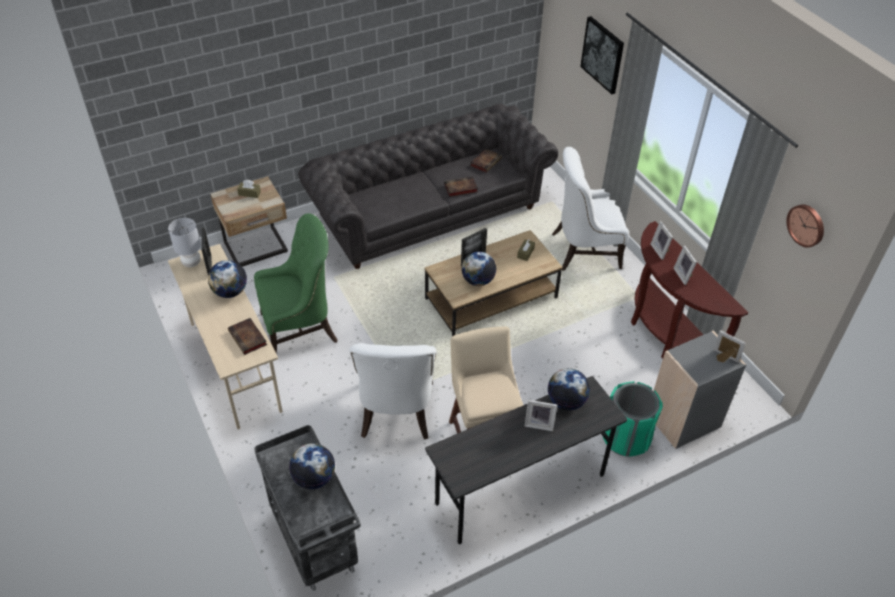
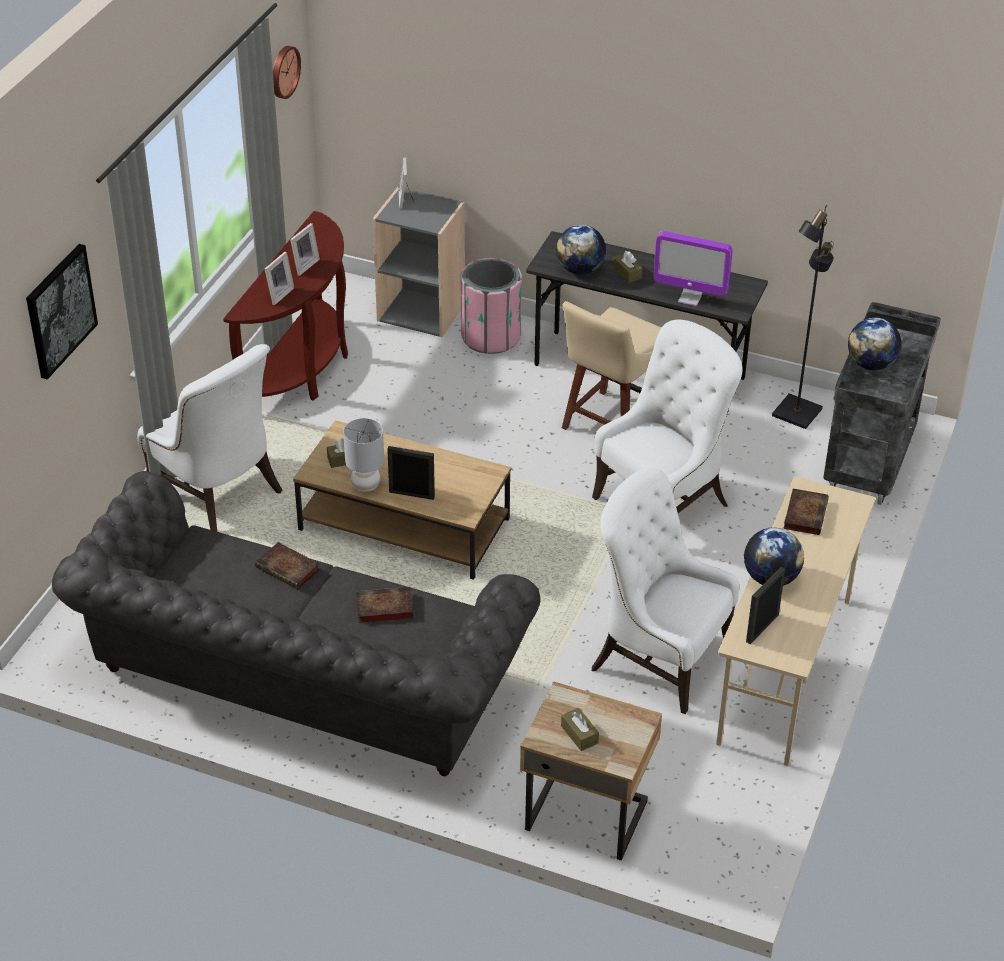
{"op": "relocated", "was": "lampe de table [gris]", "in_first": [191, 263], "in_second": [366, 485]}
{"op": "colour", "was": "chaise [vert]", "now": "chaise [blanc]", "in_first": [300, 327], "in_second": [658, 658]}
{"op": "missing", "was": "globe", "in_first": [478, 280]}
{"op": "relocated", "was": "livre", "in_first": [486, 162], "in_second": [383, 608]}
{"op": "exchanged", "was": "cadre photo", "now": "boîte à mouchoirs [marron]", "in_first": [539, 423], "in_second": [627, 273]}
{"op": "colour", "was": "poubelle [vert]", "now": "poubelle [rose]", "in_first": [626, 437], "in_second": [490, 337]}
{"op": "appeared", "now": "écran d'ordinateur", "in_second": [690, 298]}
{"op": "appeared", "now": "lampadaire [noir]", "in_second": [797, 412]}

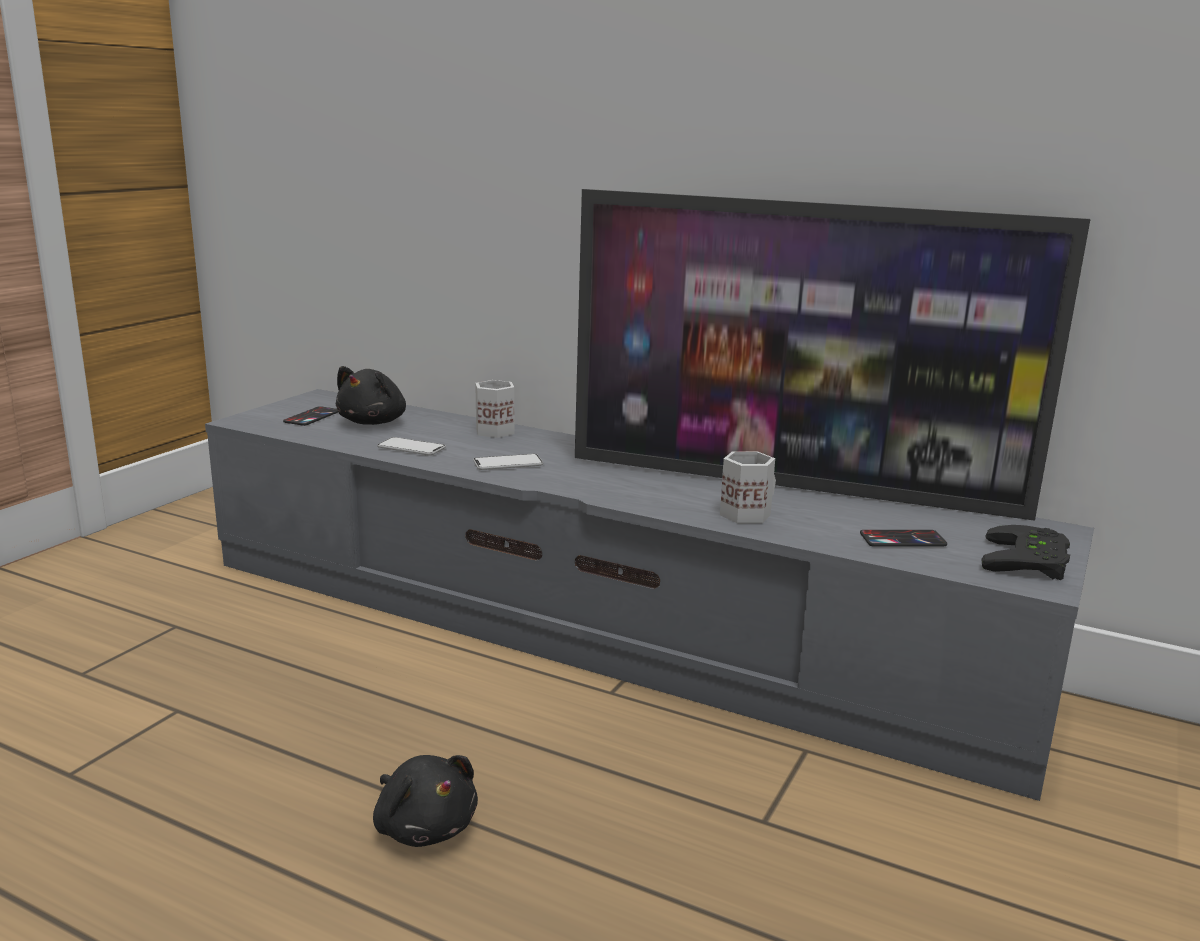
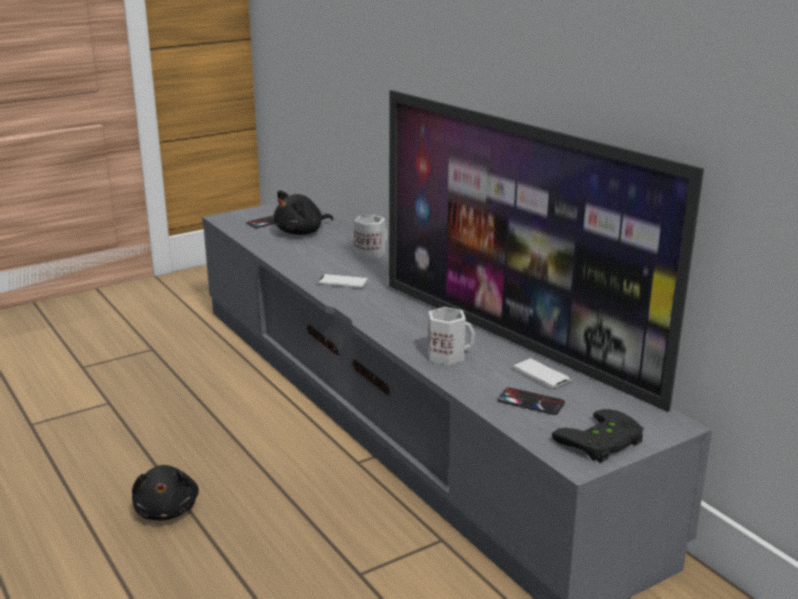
{"op": "relocated", "was": "téléphone", "in_first": [411, 448], "in_second": [541, 374]}

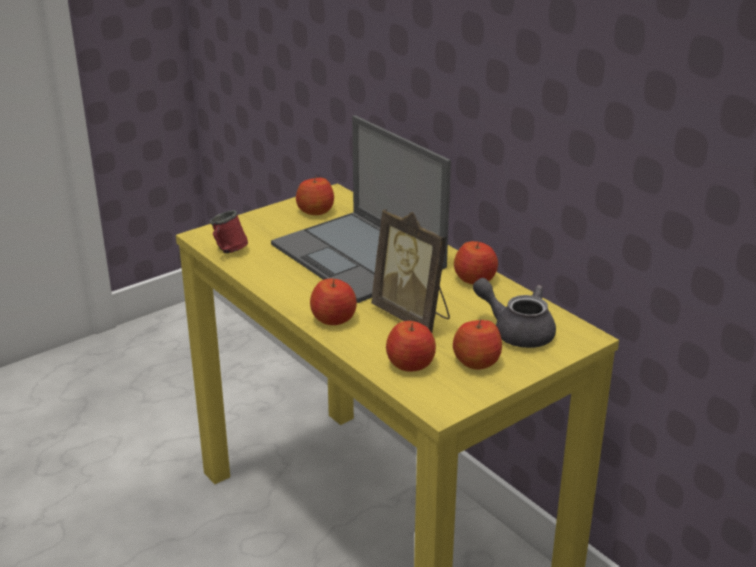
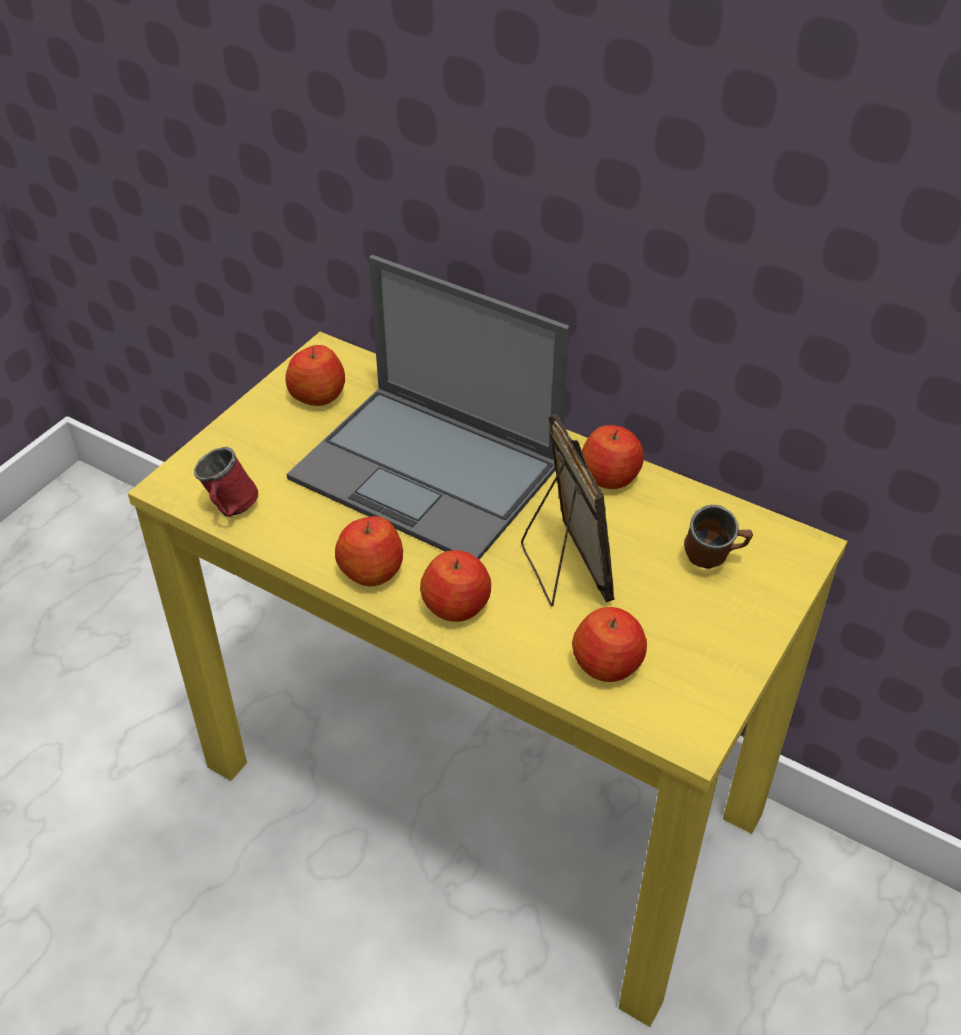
{"op": "spun", "was": "cadre photo", "in_first": [413, 316], "in_second": [563, 569], "clockwise": -135}
{"op": "relocated", "was": "pomme", "in_first": [476, 361], "in_second": [371, 570]}
{"op": "exchanged", "was": "théière [gris]", "now": "mug [marron]", "in_first": [516, 331], "in_second": [714, 561]}

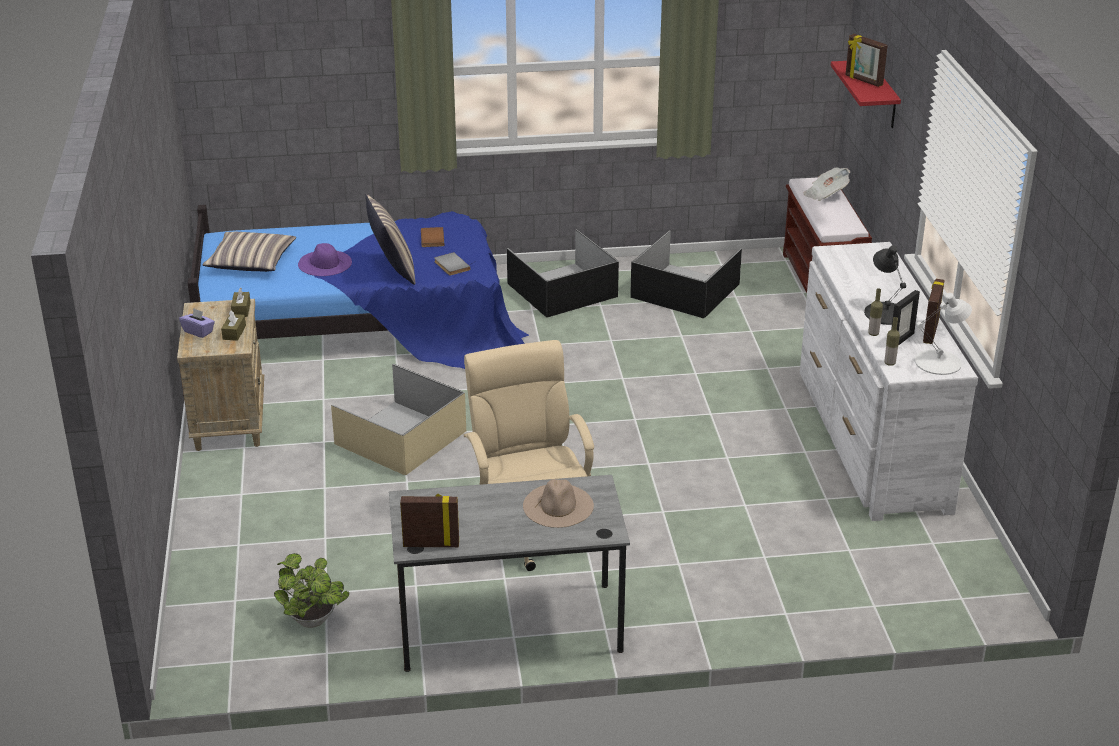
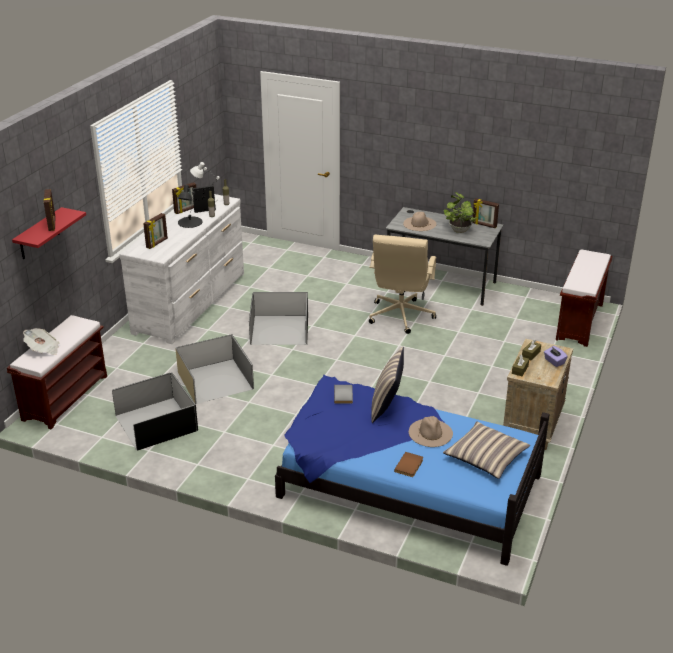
{"op": "relocated", "was": "plante en pot", "in_first": [314, 621], "in_second": [459, 229]}
{"op": "colour", "was": "chapeau [violet]", "now": "chapeau [beige]", "in_first": [324, 263], "in_second": [430, 432]}
{"op": "relocated", "was": "boîte de rangement [beige]", "in_first": [401, 436], "in_second": [214, 381]}
{"op": "relocated", "was": "livre [marron]", "in_first": [431, 239], "in_second": [410, 466]}
{"op": "relocated", "was": "boîte de rangement [noir]", "in_first": [563, 289], "in_second": [278, 329]}
{"op": "appeared", "now": "cadre photo", "in_second": [157, 243]}
{"op": "appeared", "now": "banc [marron]", "in_second": [580, 322]}

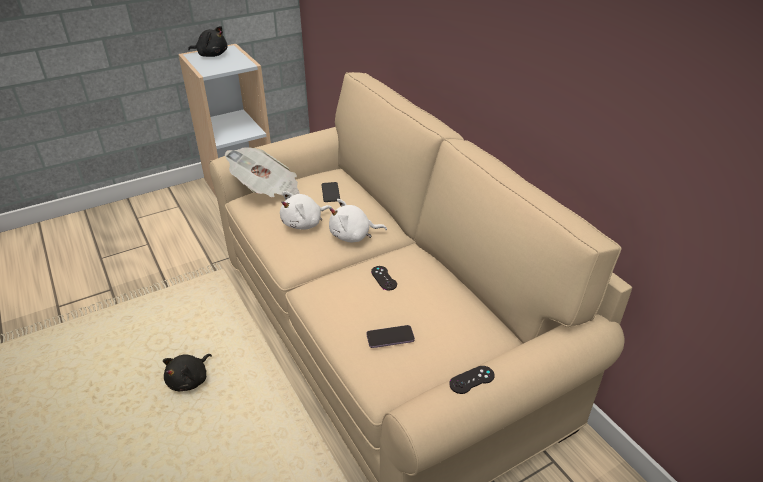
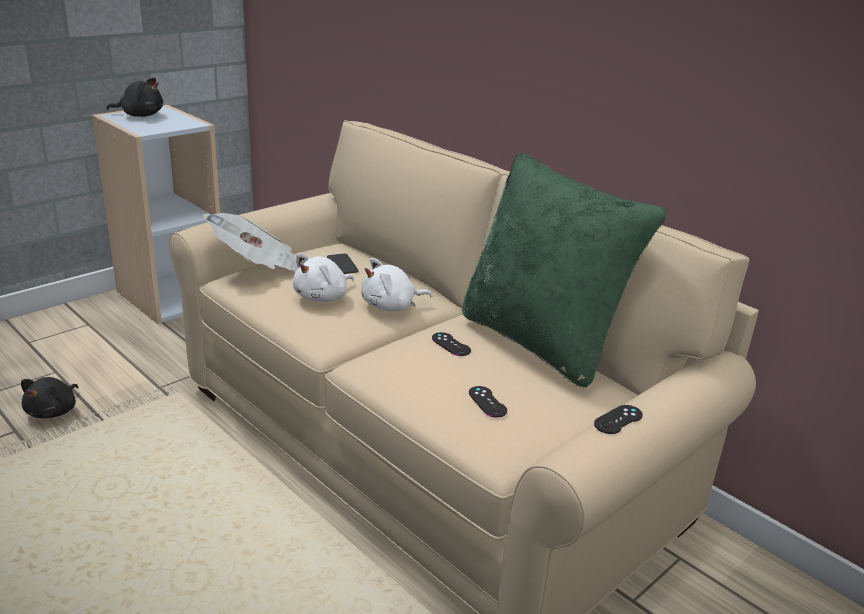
{"op": "relocated", "was": "peluche [noir]", "in_first": [190, 380], "in_second": [54, 411]}
{"op": "exchanged", "was": "téléphone", "now": "manette [noir]", "in_first": [390, 337], "in_second": [487, 402]}
{"op": "appeared", "now": "coussin [vert]", "in_second": [539, 347]}

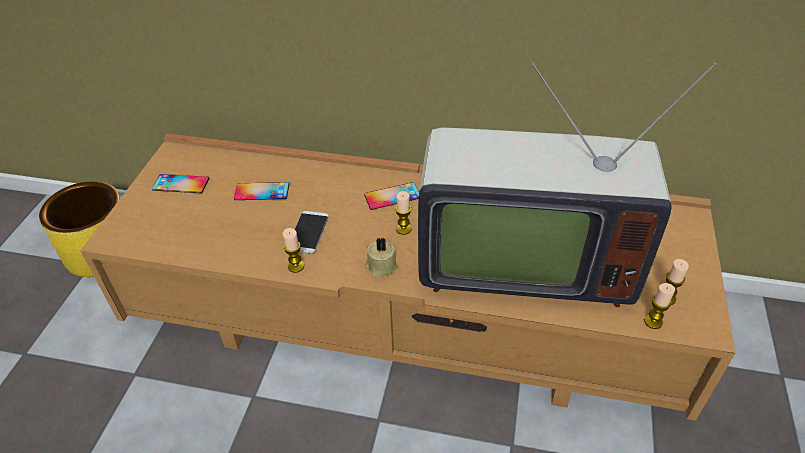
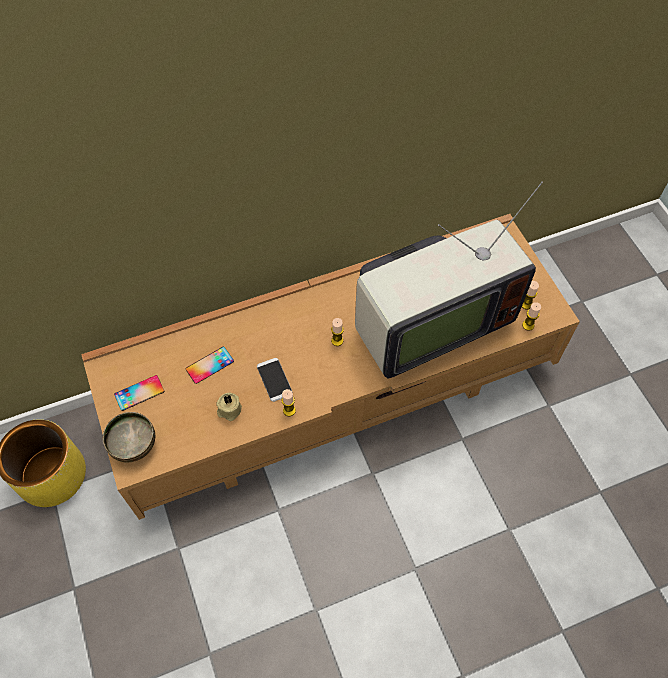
{"op": "missing", "was": "téléphone", "in_first": [392, 196]}
{"op": "relocated", "was": "bougie [beige]", "in_first": [380, 266], "in_second": [229, 410]}
{"op": "appeared", "now": "bol", "in_second": [134, 444]}

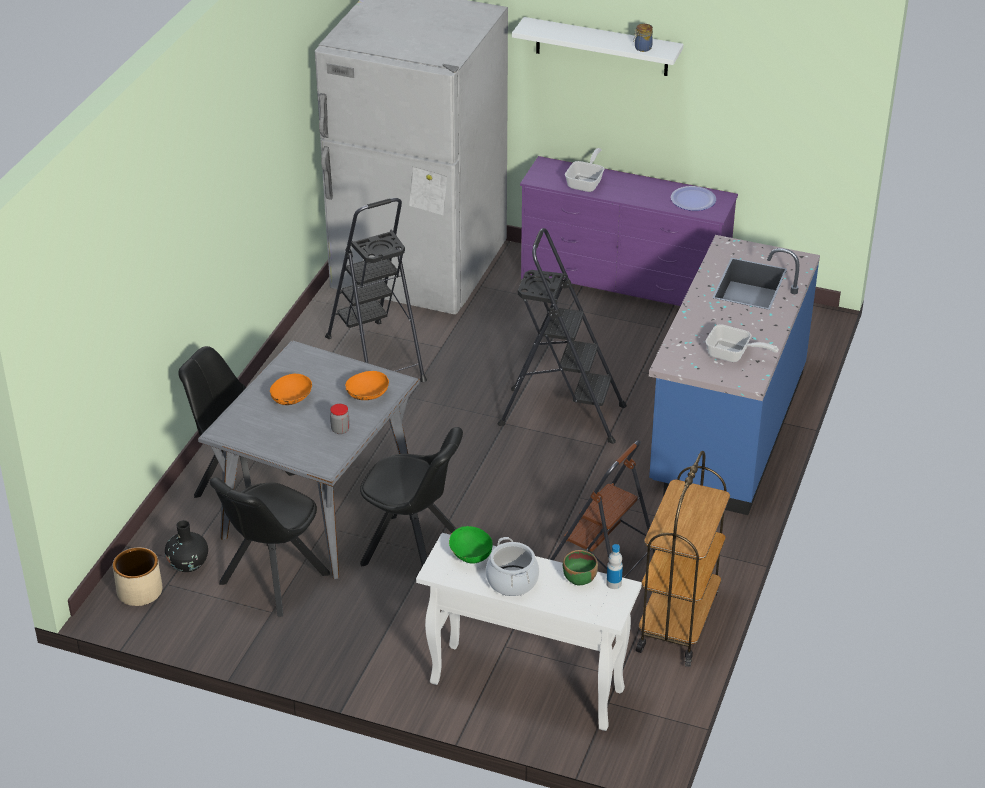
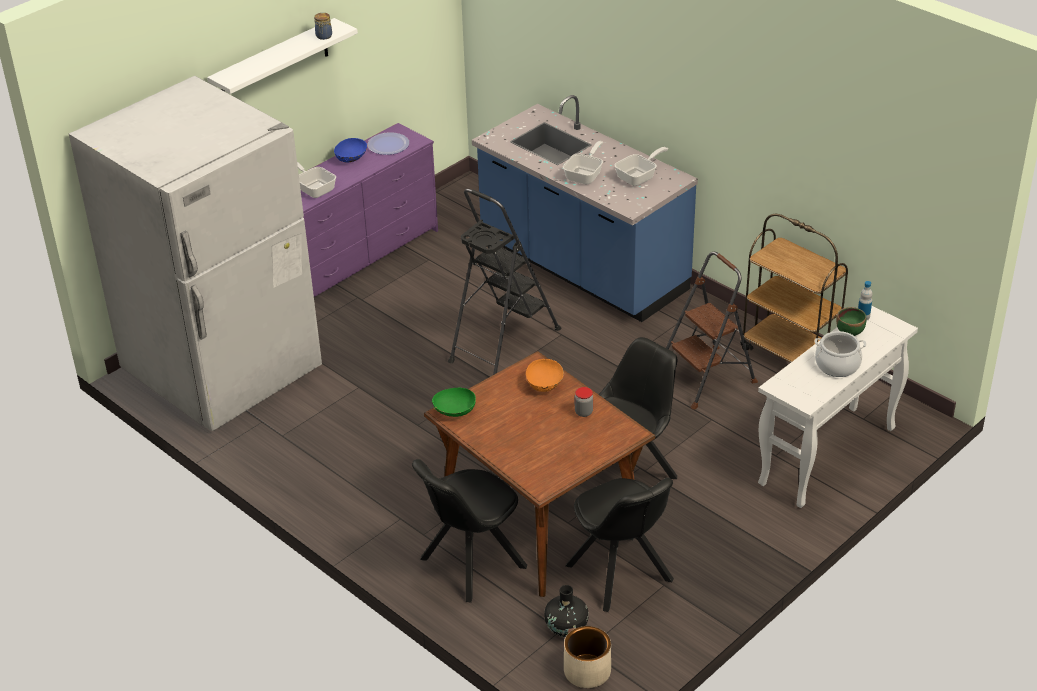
{"op": "colour", "was": "table à manger [gris]", "now": "table à manger [marron]", "in_first": [318, 510], "in_second": [541, 522]}
{"op": "missing", "was": "bol [orange]", "in_first": [292, 400]}
{"op": "missing", "was": "escabeau", "in_first": [375, 359]}
{"op": "relocated", "was": "bol [vert]", "in_first": [470, 555], "in_second": [454, 412]}
{"op": "appeared", "now": "bol [bleu]", "in_second": [351, 159]}
{"op": "appeared", "now": "poêle", "in_second": [585, 175]}

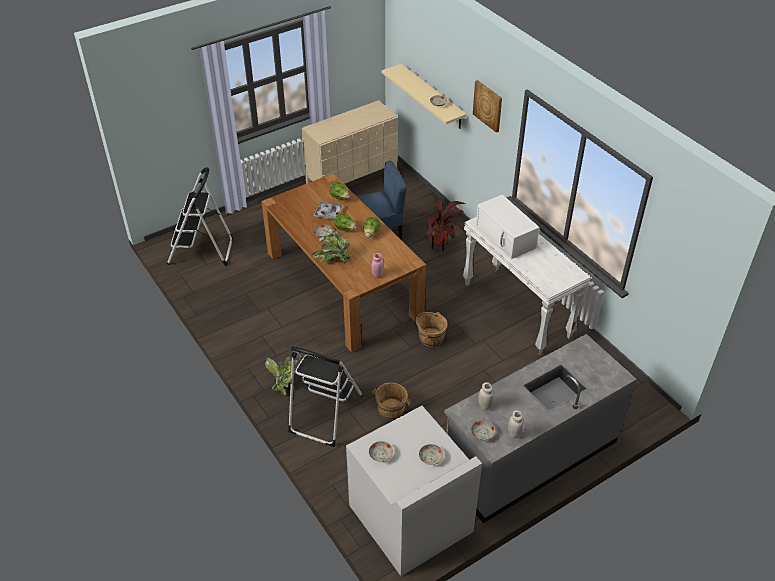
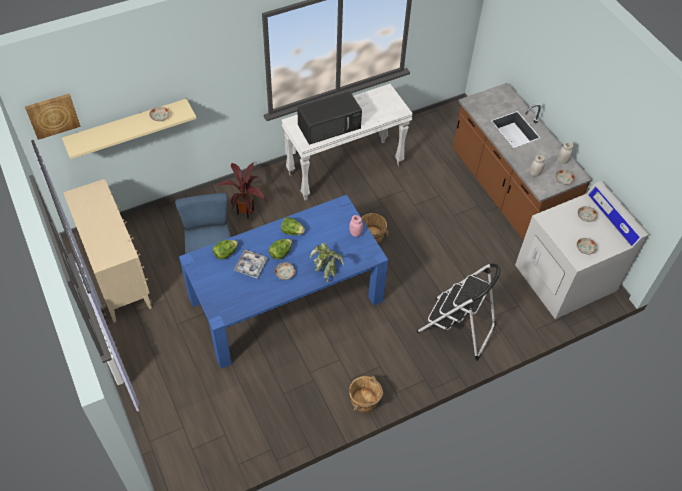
{"op": "missing", "was": "escabeau", "in_first": [202, 251]}
{"op": "colour", "was": "table à manger [marron]", "now": "table à manger [bleu]", "in_first": [343, 284], "in_second": [286, 300]}
{"op": "missing", "was": "plante en pot", "in_first": [283, 382]}
{"op": "relocated", "was": "seau [marron]", "in_first": [390, 410], "in_second": [364, 401]}
{"op": "colour", "was": "comptoir de cuisine [gris]", "now": "comptoir de cuisine [marron]", "in_first": [530, 457], "in_second": [506, 192]}
{"op": "relocated", "was": "tableau", "in_first": [488, 105], "in_second": [52, 115]}
{"op": "colour", "was": "micro-ondes [blanc]", "now": "micro-ondes [noir]", "in_first": [506, 237], "in_second": [330, 126]}

